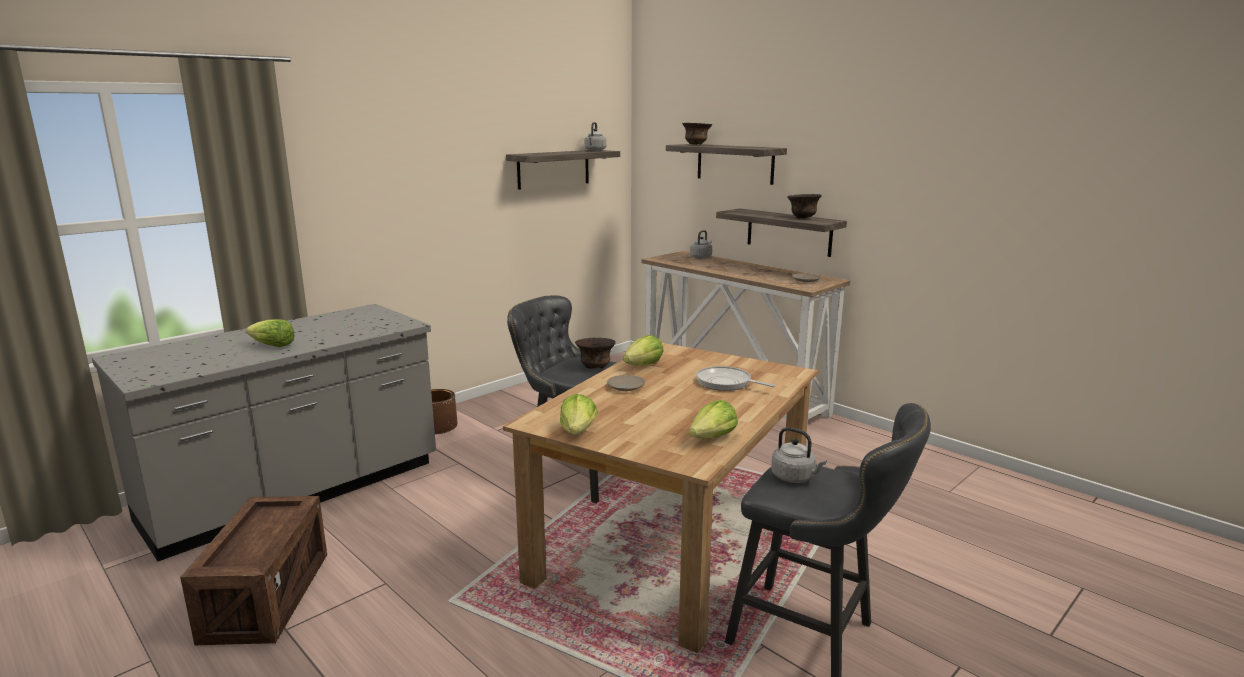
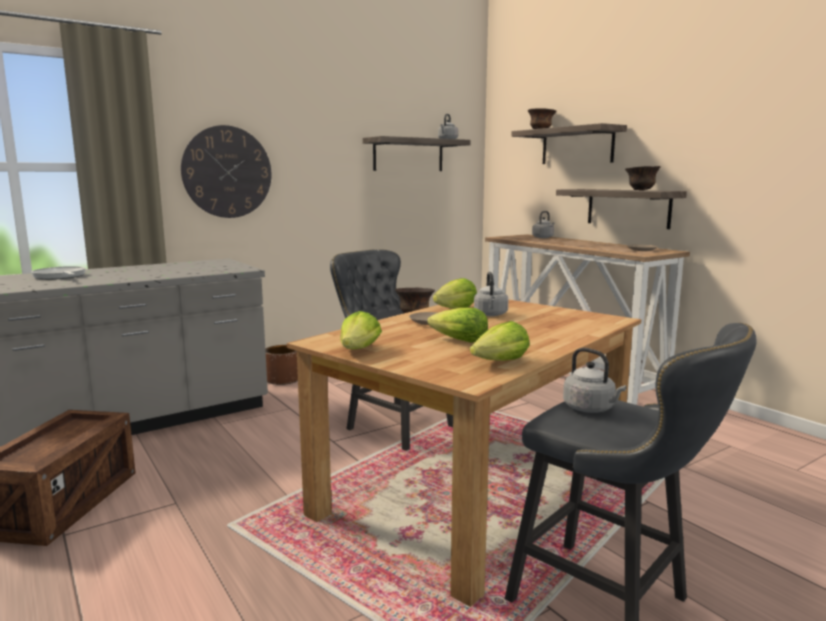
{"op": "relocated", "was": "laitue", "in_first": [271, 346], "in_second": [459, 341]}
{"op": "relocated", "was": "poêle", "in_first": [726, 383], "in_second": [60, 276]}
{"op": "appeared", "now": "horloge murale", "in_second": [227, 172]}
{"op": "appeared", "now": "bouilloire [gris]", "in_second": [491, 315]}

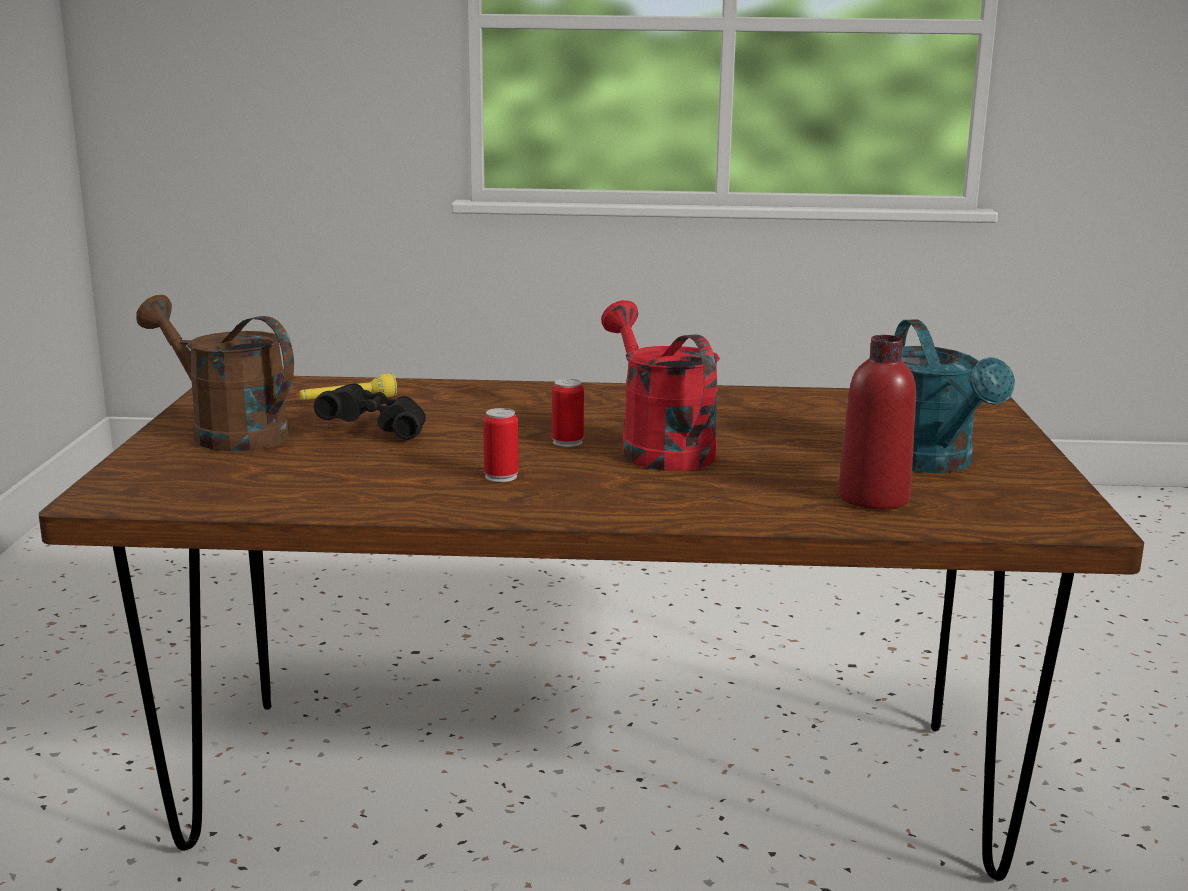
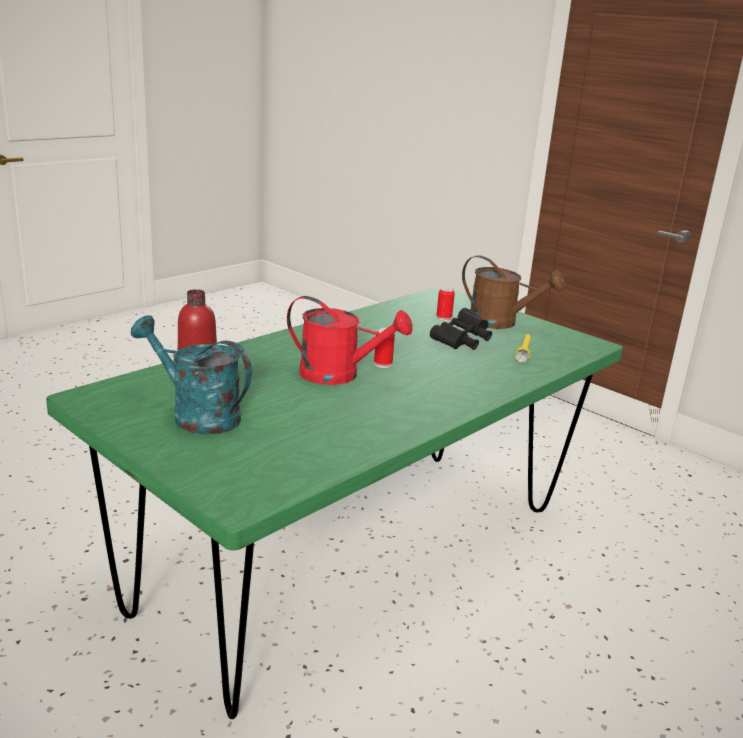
{"op": "colour", "was": "table à manger [marron]", "now": "table à manger [vert]", "in_first": [587, 786], "in_second": [357, 556]}
{"op": "spun", "was": "arrosoir [marron]", "in_first": [227, 433], "in_second": [501, 323], "clockwise": 45}
{"op": "relocated", "was": "boîte métallique", "in_first": [501, 476], "in_second": [444, 318]}

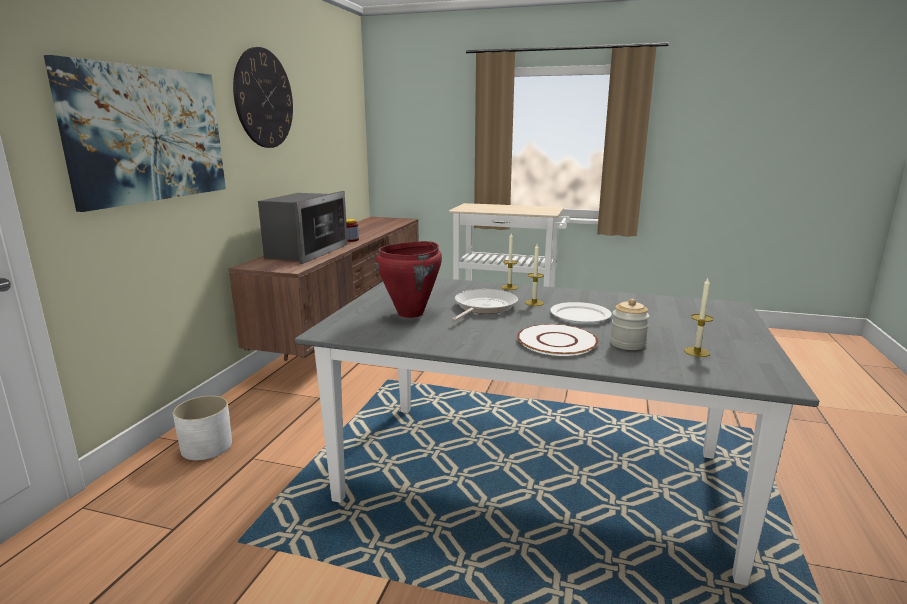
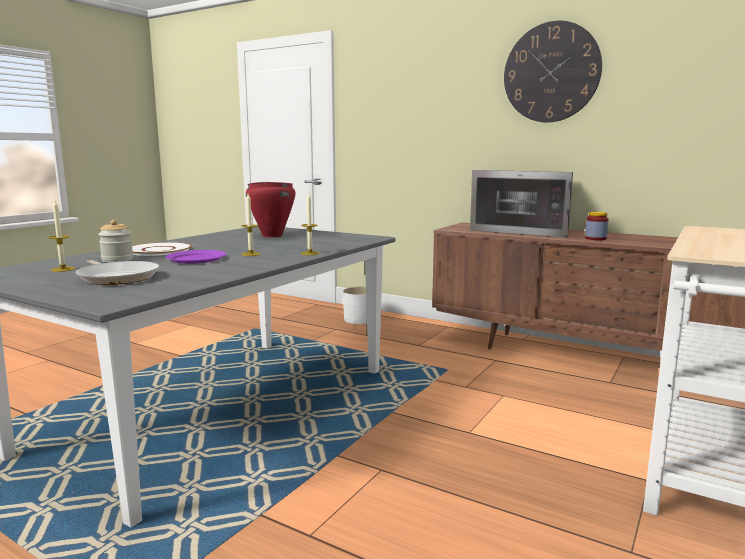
{"op": "missing", "was": "tableau", "in_first": [148, 134]}
{"op": "relocated", "was": "poêle", "in_first": [483, 307], "in_second": [117, 277]}
{"op": "colour", "was": "assiette [blanc]", "now": "assiette [violet]", "in_first": [580, 315], "in_second": [197, 259]}

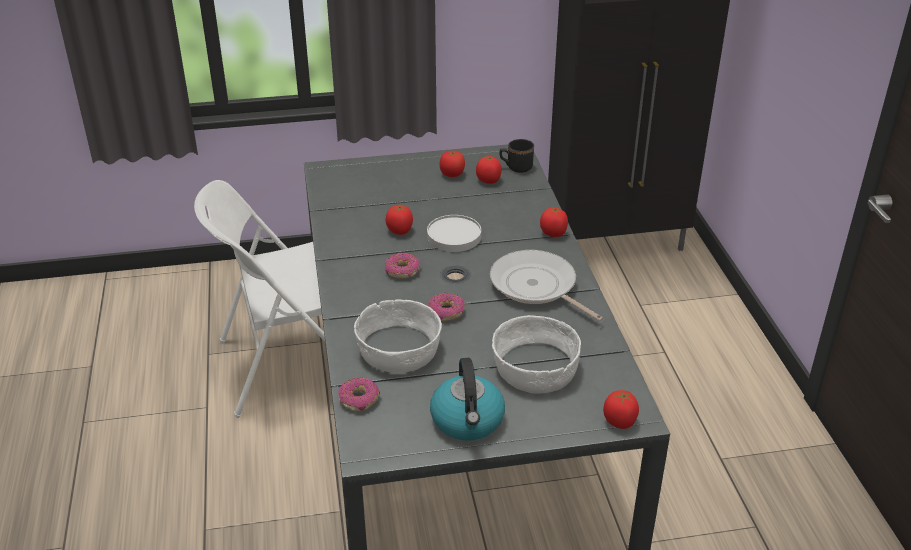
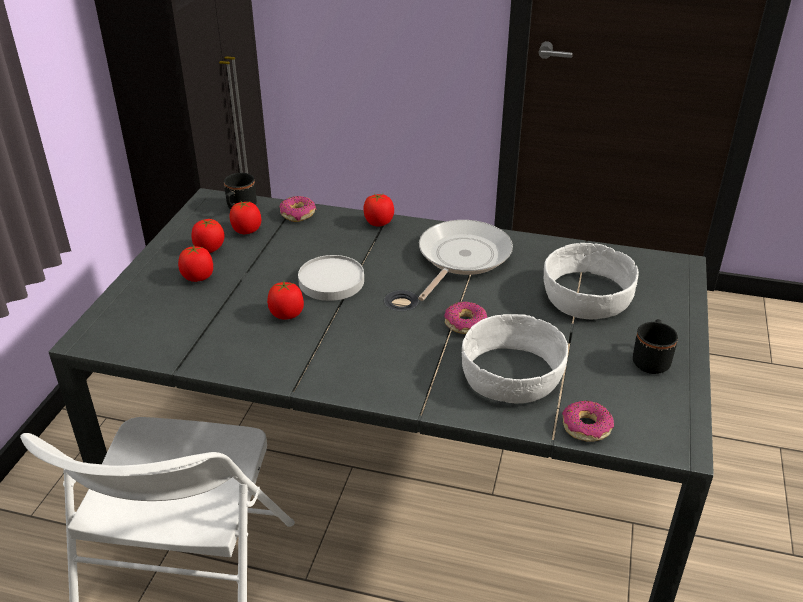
{"op": "relocated", "was": "beignet", "in_first": [402, 271], "in_second": [298, 214]}
{"op": "exchanged", "was": "bouilloire", "now": "mug [noir]", "in_first": [468, 421], "in_second": [651, 359]}
{"op": "spun", "was": "poêle", "in_first": [536, 287], "in_second": [461, 258], "clockwise": 135}
{"op": "relocated", "was": "tomate", "in_first": [620, 422], "in_second": [198, 277]}

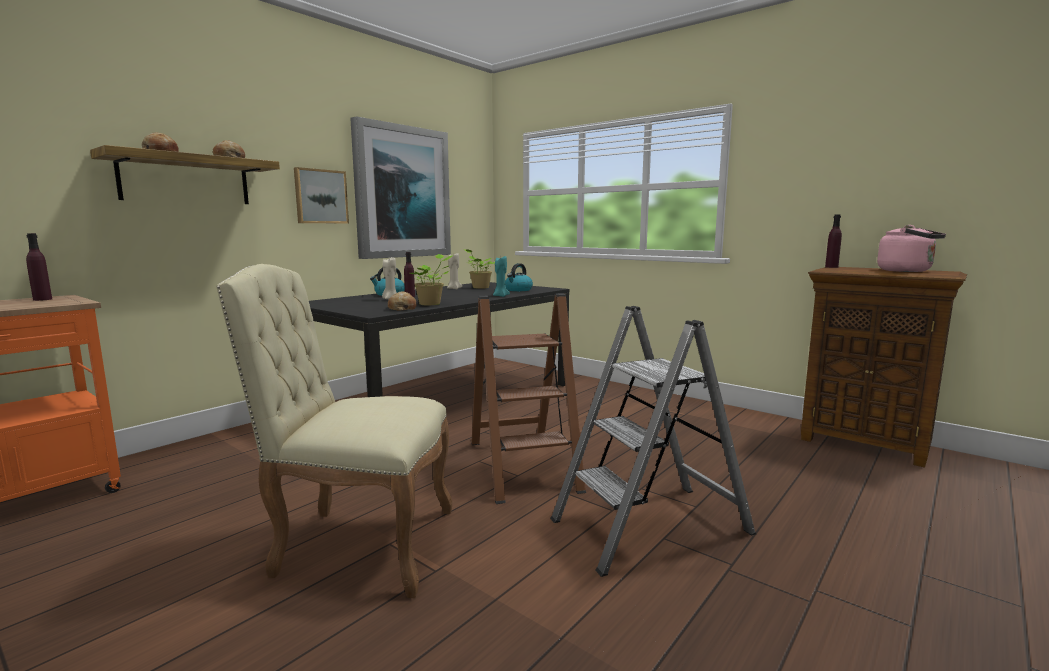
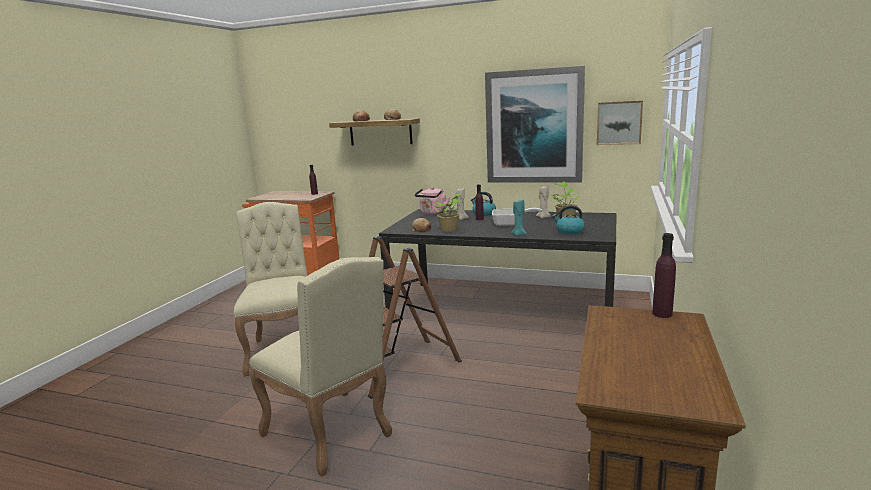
{"op": "relocated", "was": "tableau", "in_first": [320, 196], "in_second": [619, 123]}
{"op": "exchanged", "was": "escabeau [gris]", "now": "chaise [beige]", "in_first": [652, 525], "in_second": [332, 434]}
{"op": "relocated", "was": "bouilloire [rose]", "in_first": [907, 271], "in_second": [432, 213]}
{"op": "appeared", "now": "poêle", "in_second": [510, 224]}

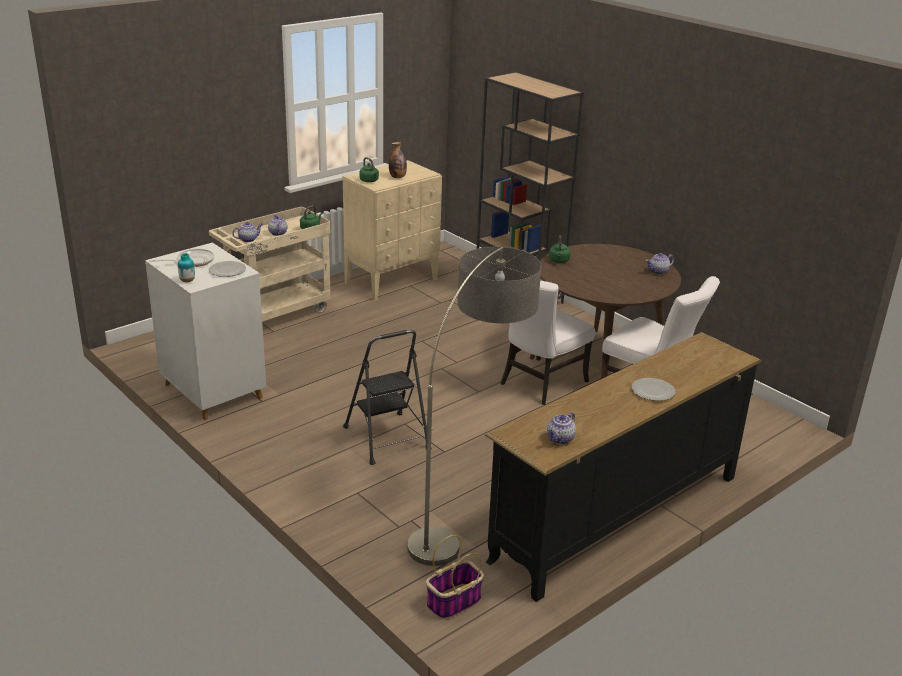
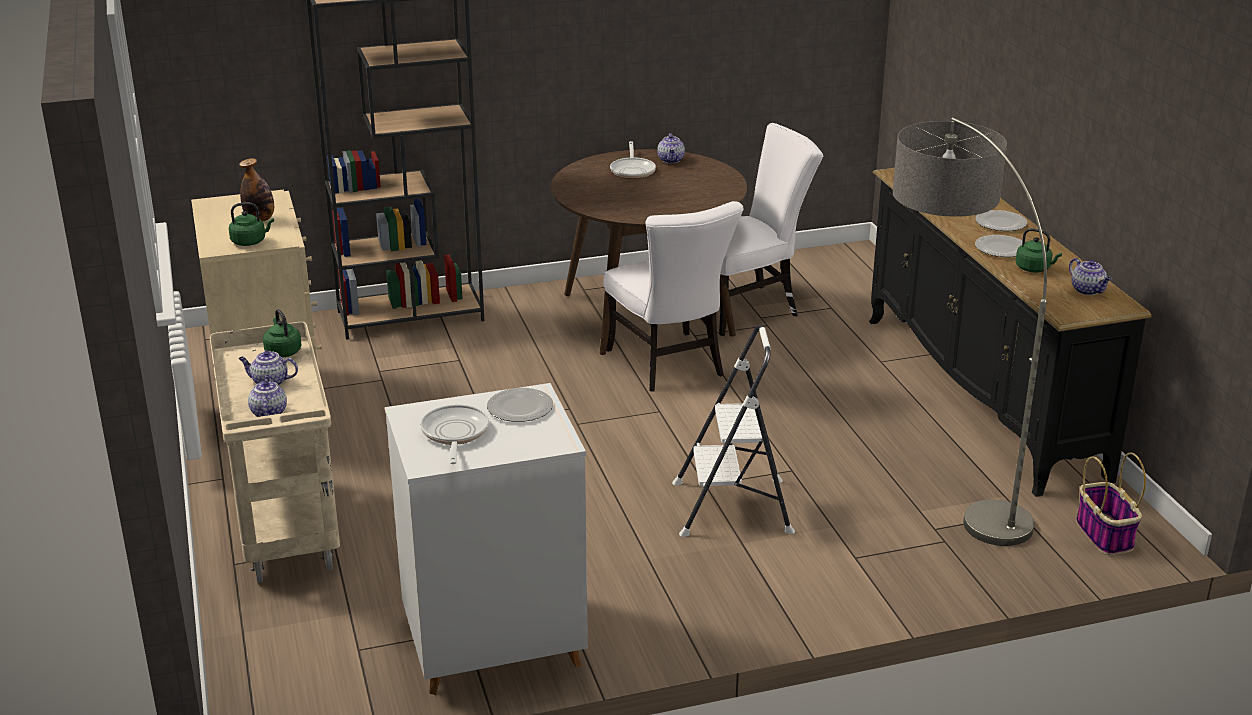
{"op": "missing", "was": "vase", "in_first": [187, 281]}
{"op": "colour", "was": "escabeau [noir]", "now": "escabeau [blanc]", "in_first": [387, 439], "in_second": [736, 506]}
{"op": "relocated", "was": "bouilloire [vert]", "in_first": [559, 261], "in_second": [1034, 269]}
{"op": "appeared", "now": "poêle", "in_second": [633, 170]}
{"op": "appeared", "now": "assiette", "in_second": [1000, 248]}

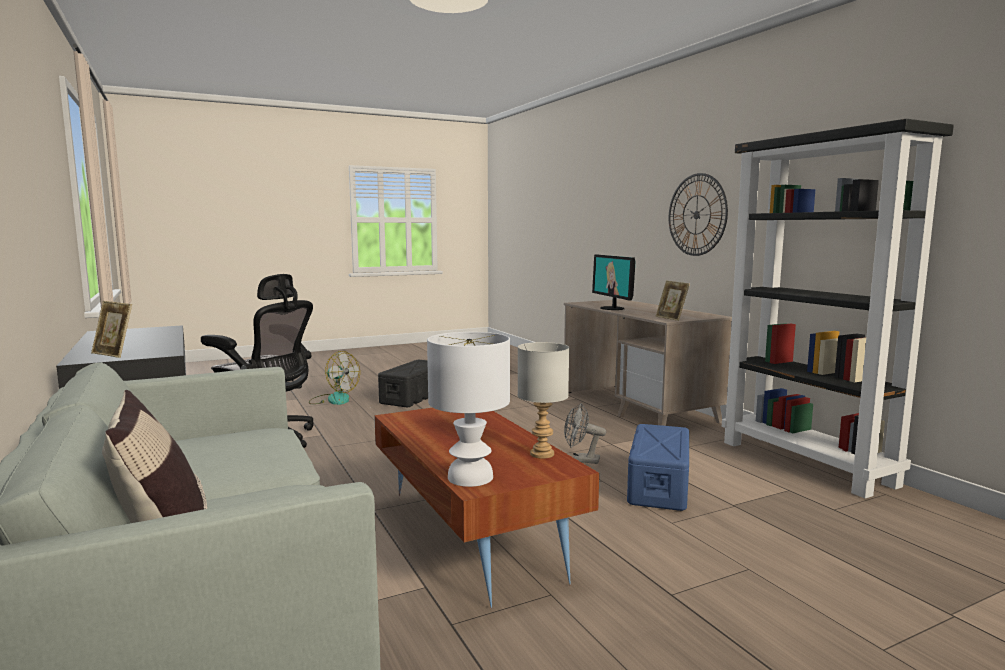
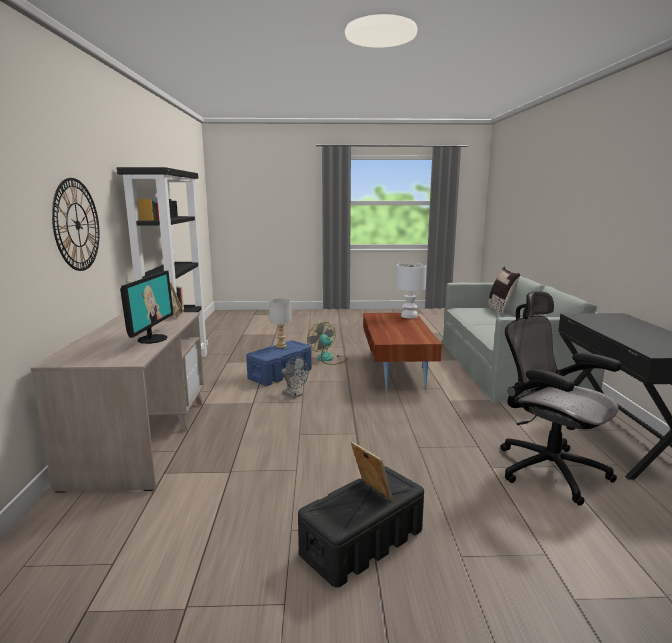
{"op": "relocated", "was": "cadre photo", "in_first": [114, 354], "in_second": [371, 493]}
{"op": "relocated", "was": "ventilateur", "in_first": [333, 399], "in_second": [328, 359]}
{"op": "relocated", "was": "lampe de table [gris]", "in_first": [542, 454], "in_second": [281, 346]}

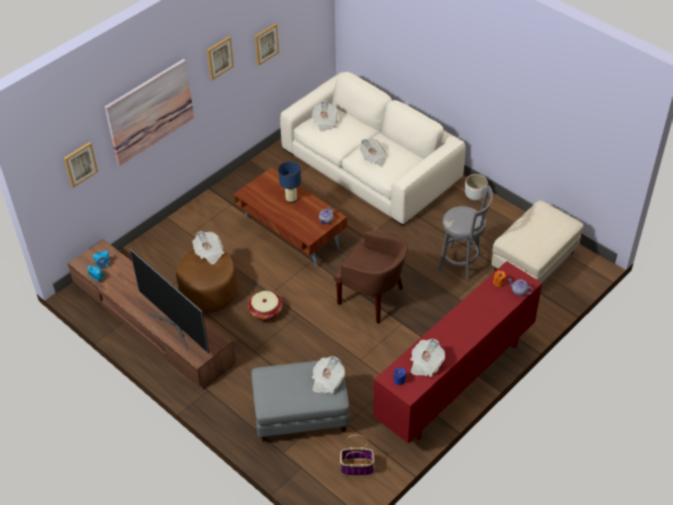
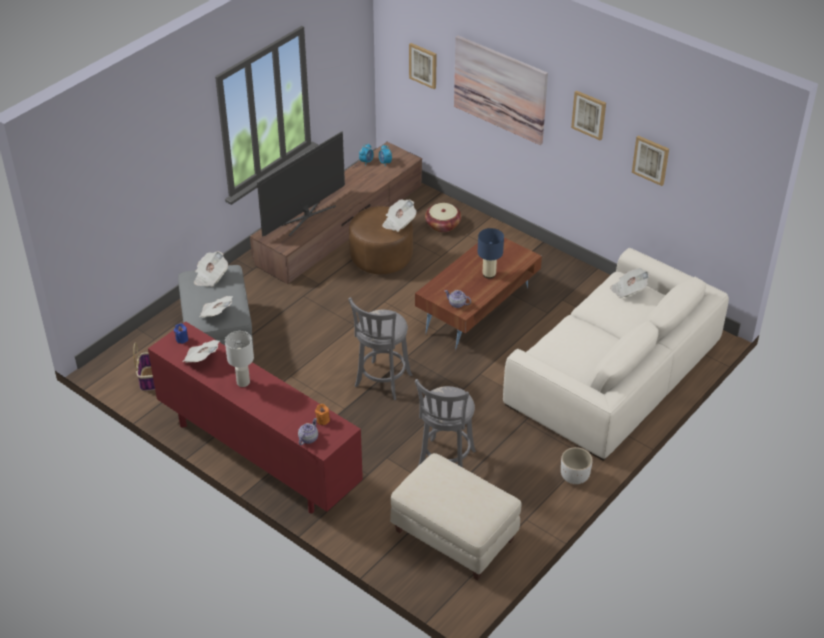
{"op": "relocated", "was": "panier", "in_first": [265, 312], "in_second": [443, 225]}
{"op": "exchanged", "was": "fauteuil [marron]", "now": "tabouret [gris]", "in_first": [372, 298], "in_second": [382, 382]}
{"op": "relocated", "was": "journal", "in_first": [374, 158], "in_second": [210, 277]}
{"op": "appeared", "now": "lampe de table [blanc]", "in_second": [242, 382]}

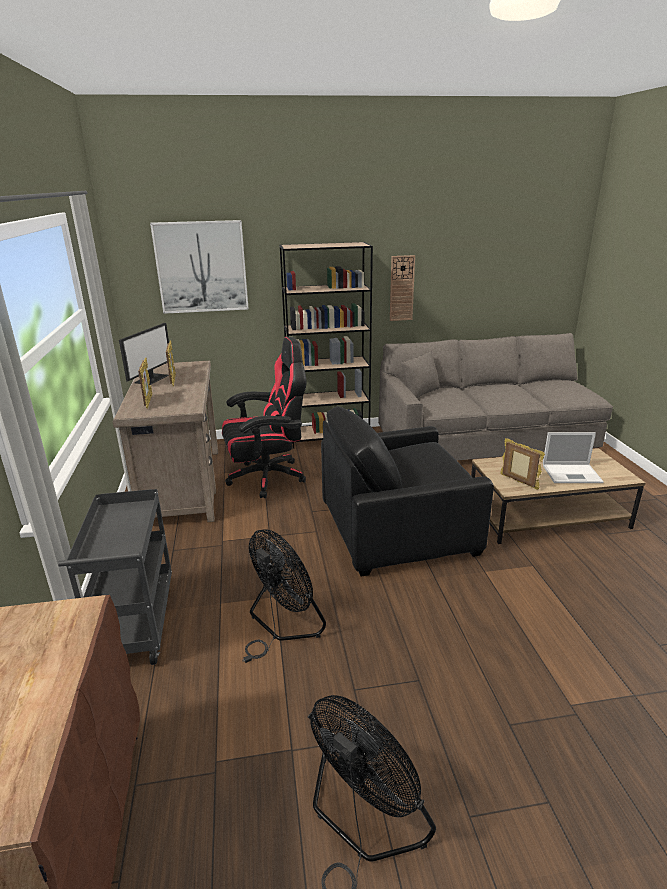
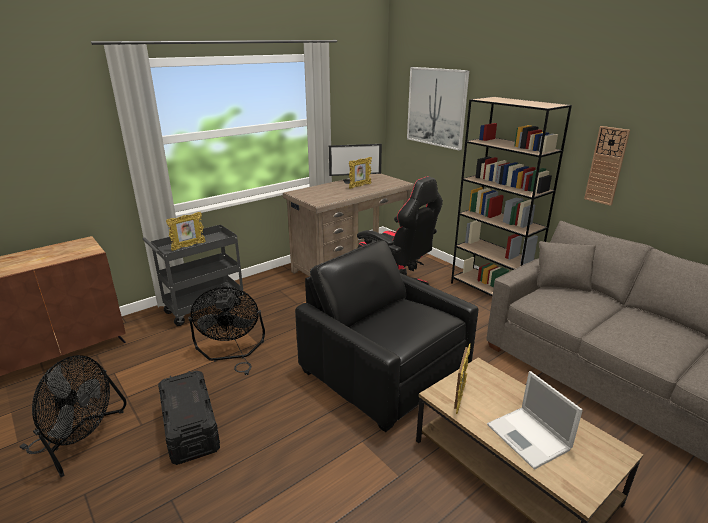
{"op": "relocated", "was": "cadre photo", "in_first": [148, 402], "in_second": [188, 246]}
{"op": "spun", "was": "ventilateur [noir]", "in_first": [277, 622], "in_second": [232, 353], "clockwise": -120}
{"op": "appeared", "now": "boîte de rangement [noir]", "in_second": [190, 428]}

